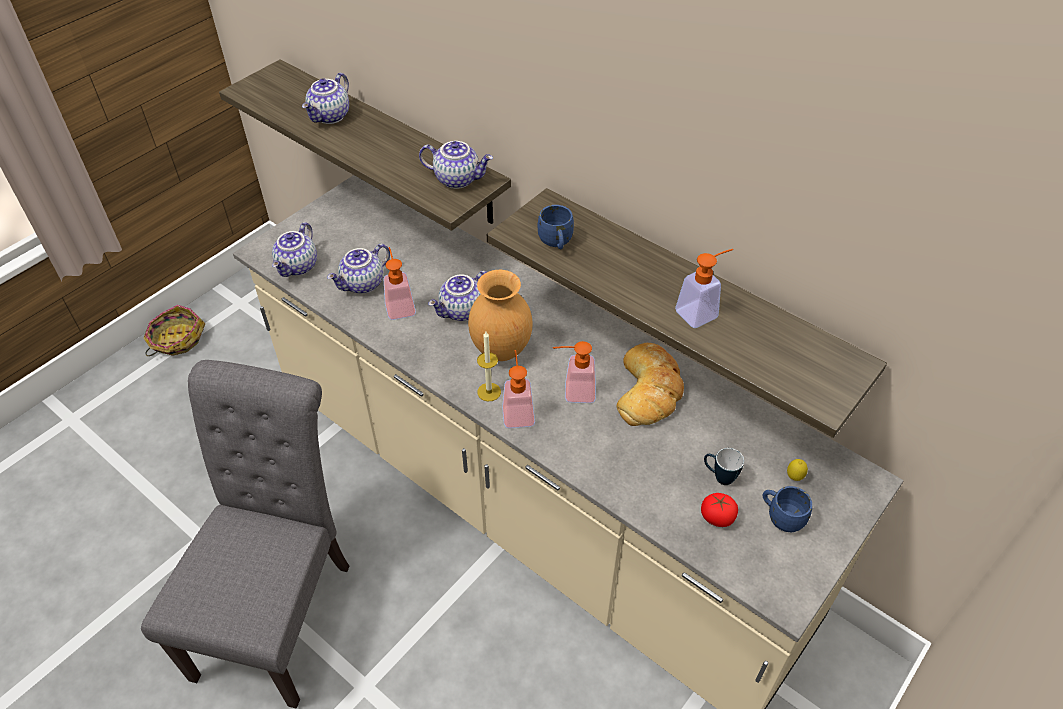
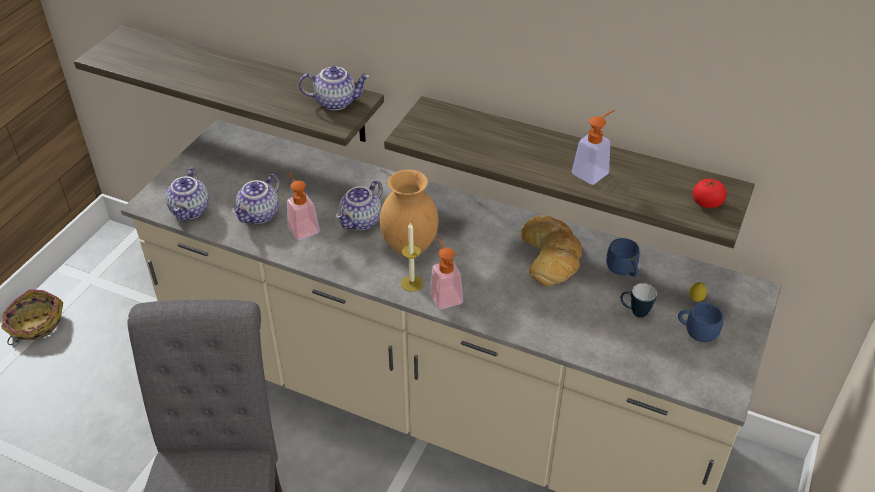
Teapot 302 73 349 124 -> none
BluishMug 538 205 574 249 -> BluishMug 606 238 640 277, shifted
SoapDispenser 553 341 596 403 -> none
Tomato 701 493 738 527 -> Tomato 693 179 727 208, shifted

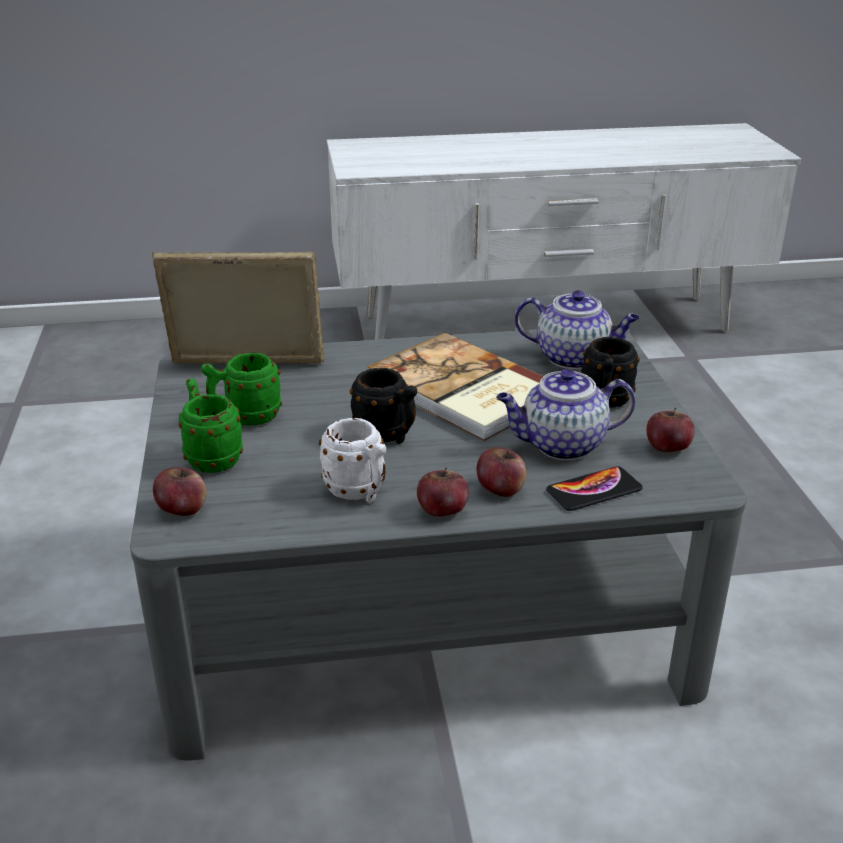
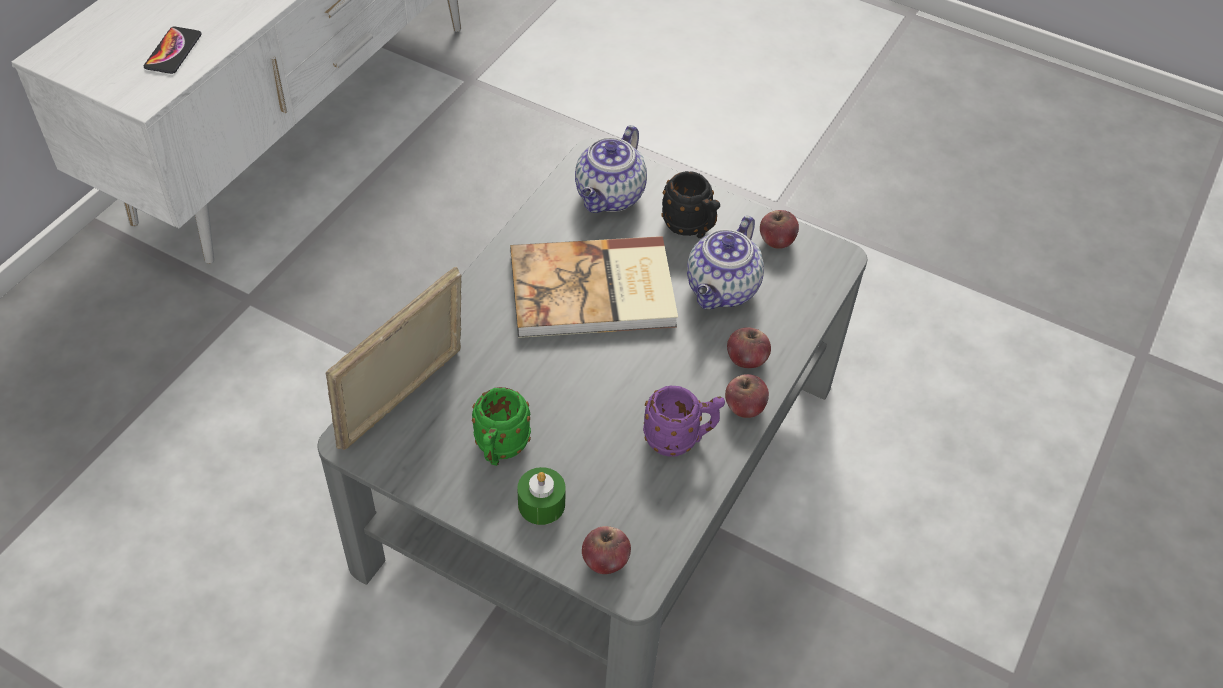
GreenMug 179 378 243 473 -> GreenWaxLight 517 467 566 525
WhiteColouredMug 319 418 386 503 -> PurplishMug 643 386 725 457
BlackColouredMug 350 368 417 444 -> none
Teapot 515 290 640 369 -> Teapot 575 125 647 213, 150 degrees clockwise
Phone 546 466 643 511 -> Phone 144 26 202 74, shifted

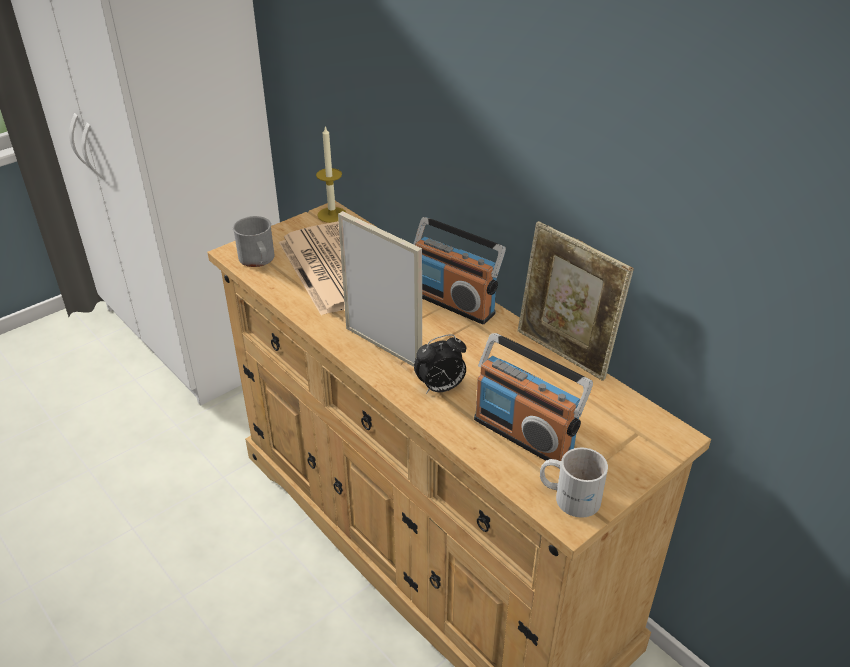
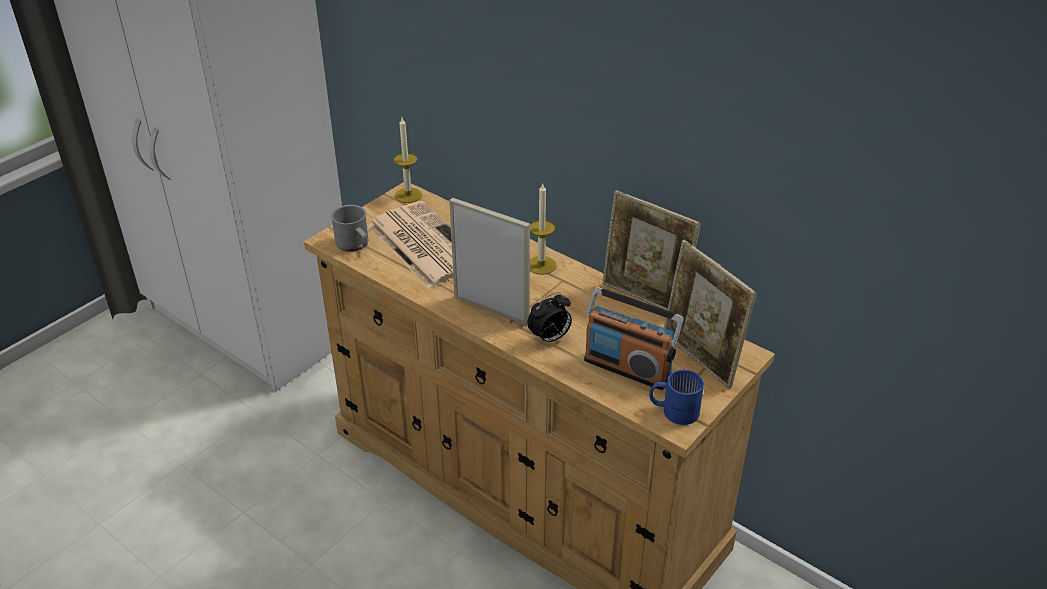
RadioReceiver 413 217 506 324 -> WaxLight 530 184 557 275
WhiteColouredMug 540 448 608 518 -> BluishMug 650 370 704 425
none -> PhotoFrame 664 240 757 389

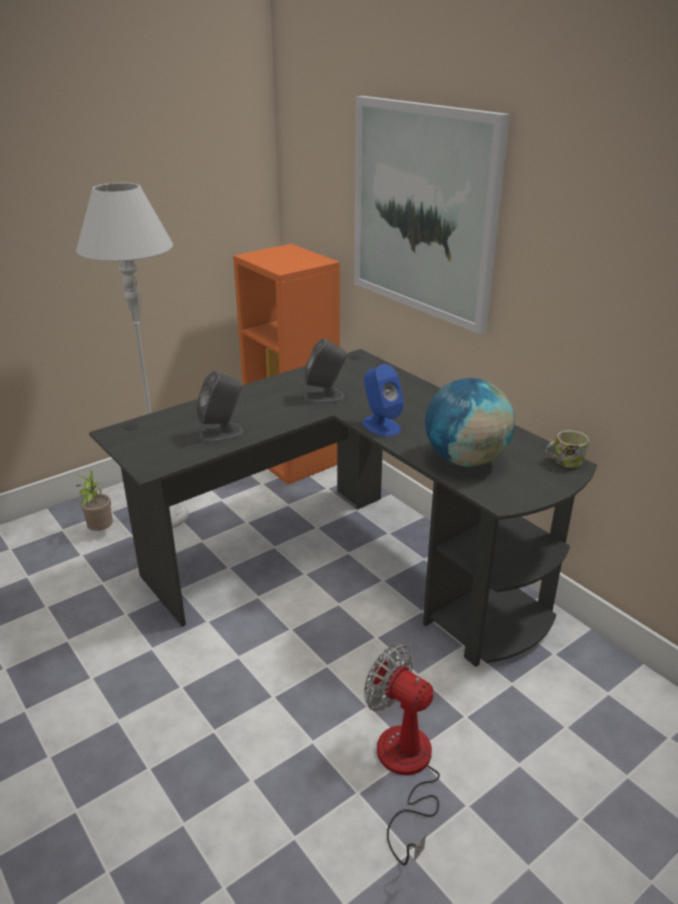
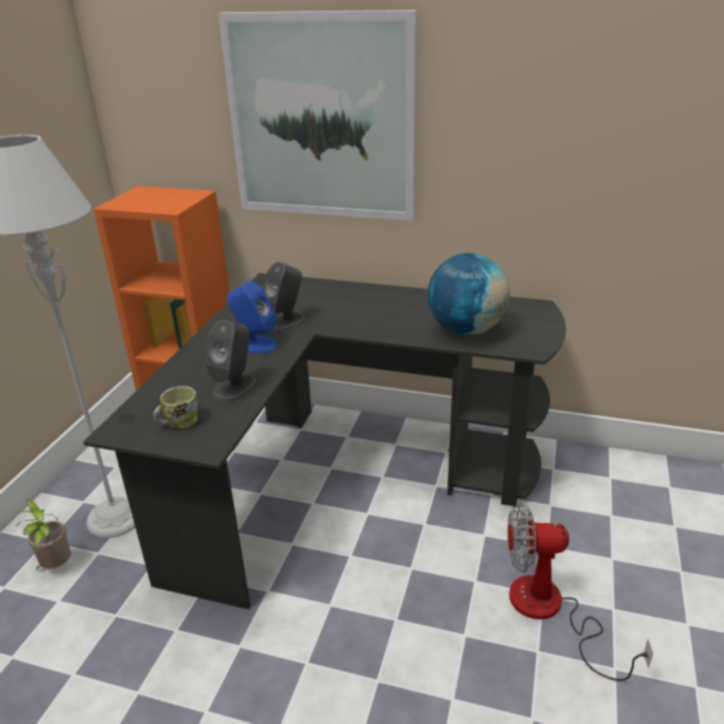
BluishSpeaker 362 364 404 437 -> BluishSpeaker 227 281 278 353, shifted
Mug 546 430 589 468 -> Mug 153 386 198 429, shifted

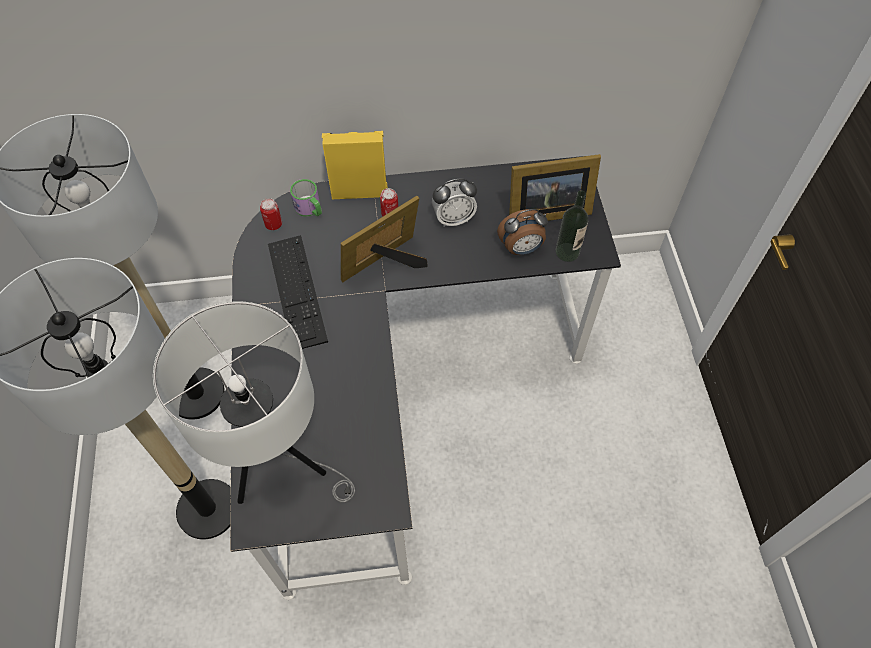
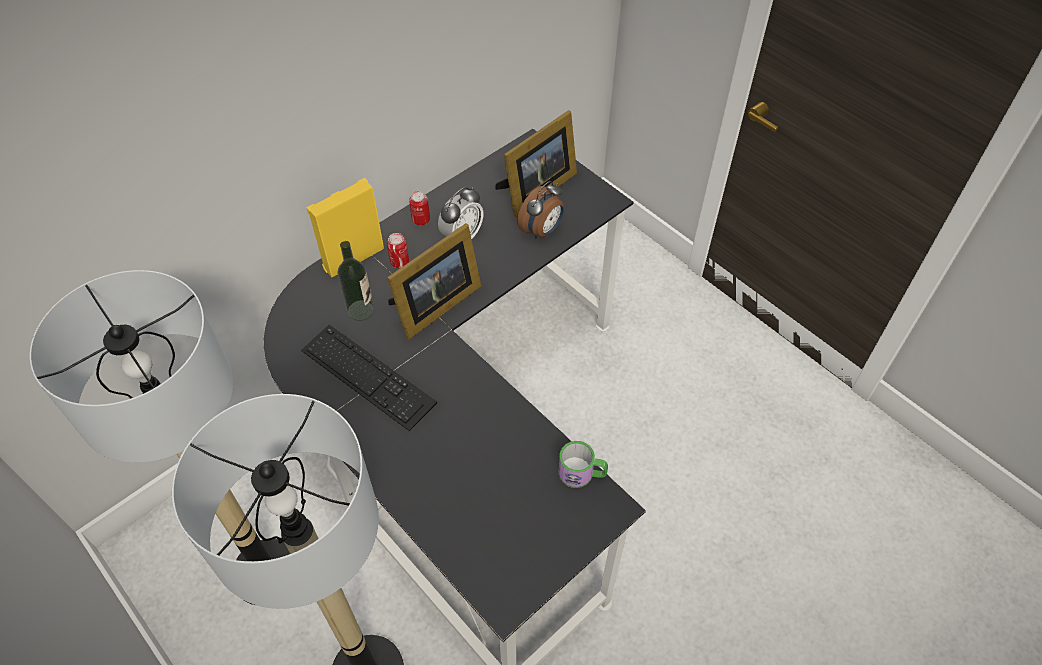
WhiteColouredTableLamp 153 301 355 504 -> none
Can 260 198 282 230 -> Can 409 191 430 225, shifted
Mug 290 179 322 217 -> Mug 558 441 608 488, shifted
PhotoFrame 341 196 428 282 -> PhotoFrame 387 223 481 340, 150 degrees counterclockwise
DrinkBottle 556 190 588 262 -> DrinkBottle 337 241 374 321, shifted

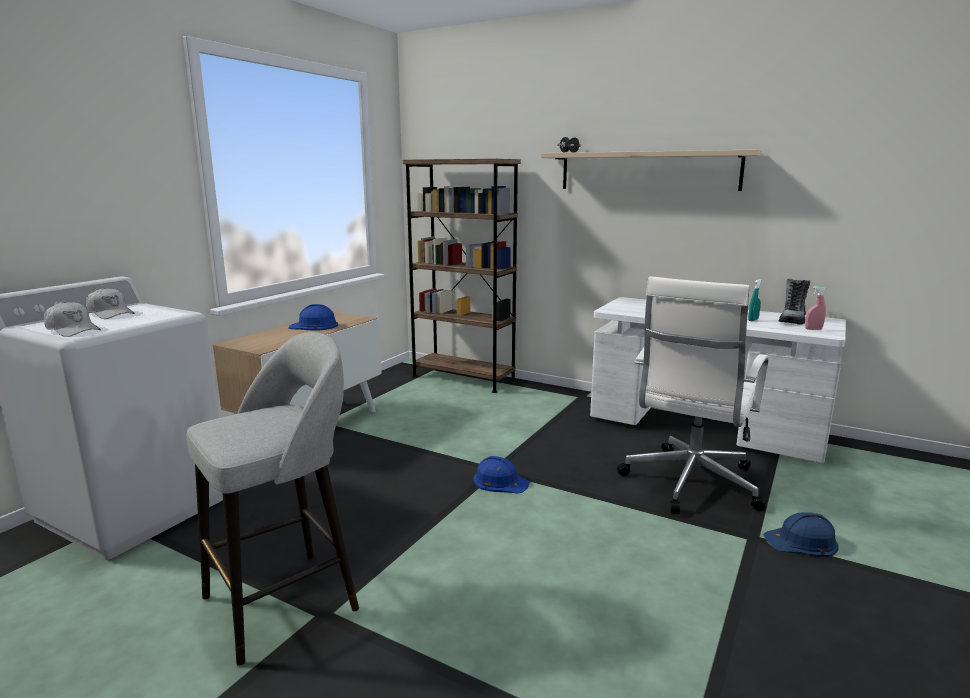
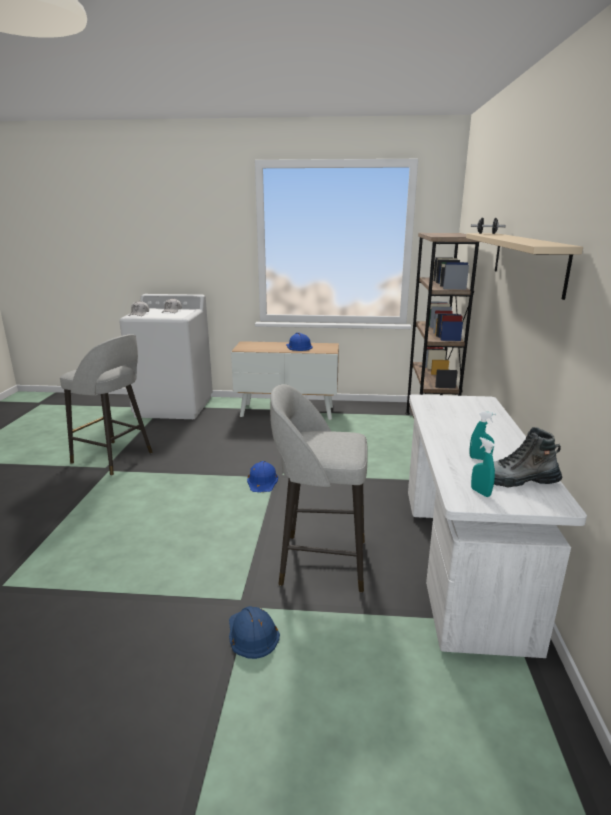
WhiteColouredDeskChair 617 276 769 514 -> GreySittingStool 270 384 368 592
PinkSprayBottle 805 286 826 330 -> TurquoiseSprayBottle 471 437 495 497

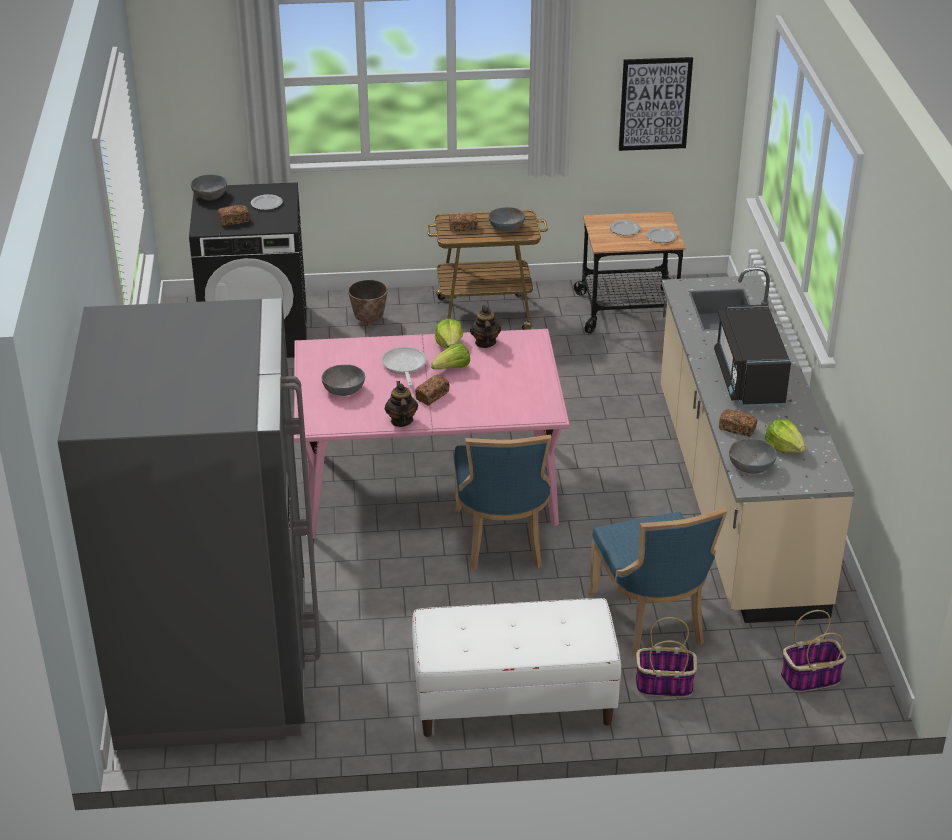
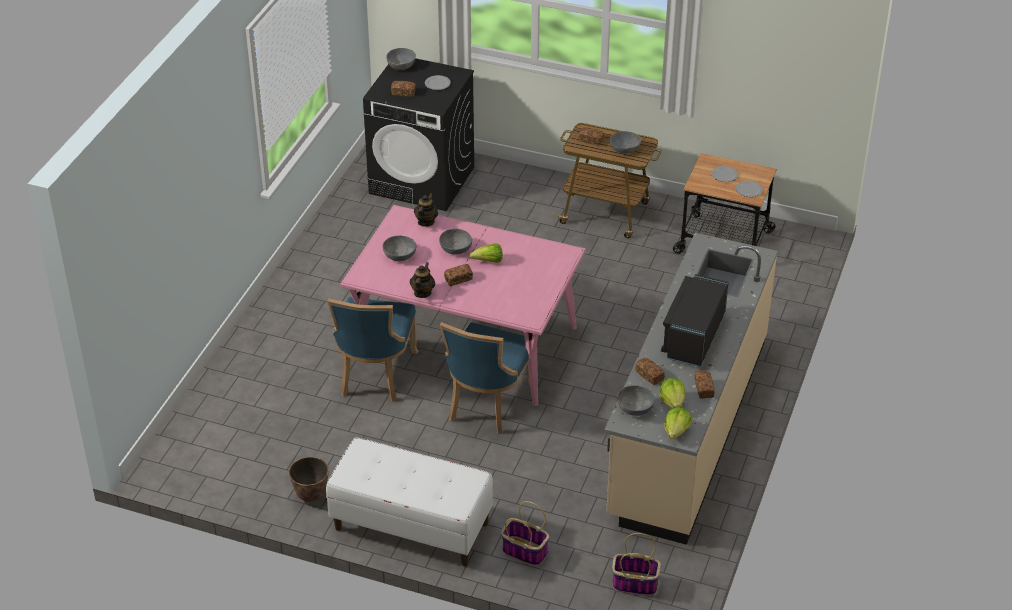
GreyKitchenFridge 57 298 321 750 -> none
FlowerPot 348 280 388 326 -> FlowerPot 289 457 329 504, shifted
FryingPan 381 347 426 386 -> GreyServingBowl 439 229 472 254
LettuceHead 435 319 463 349 -> LettuceHead 664 407 692 439, shifted
Teapot 470 305 501 348 -> Teapot 414 193 438 227, shifted
BluishChair 588 507 727 658 -> BluishChair 328 297 418 402, shifted
WallArt 619 57 693 151 -> none
none -> BakedBread 694 370 715 399

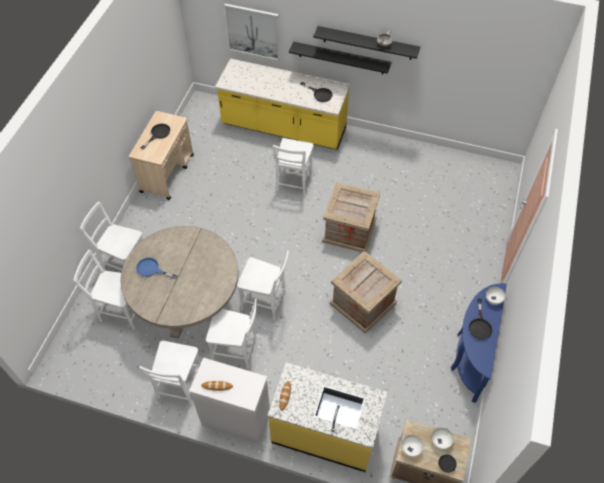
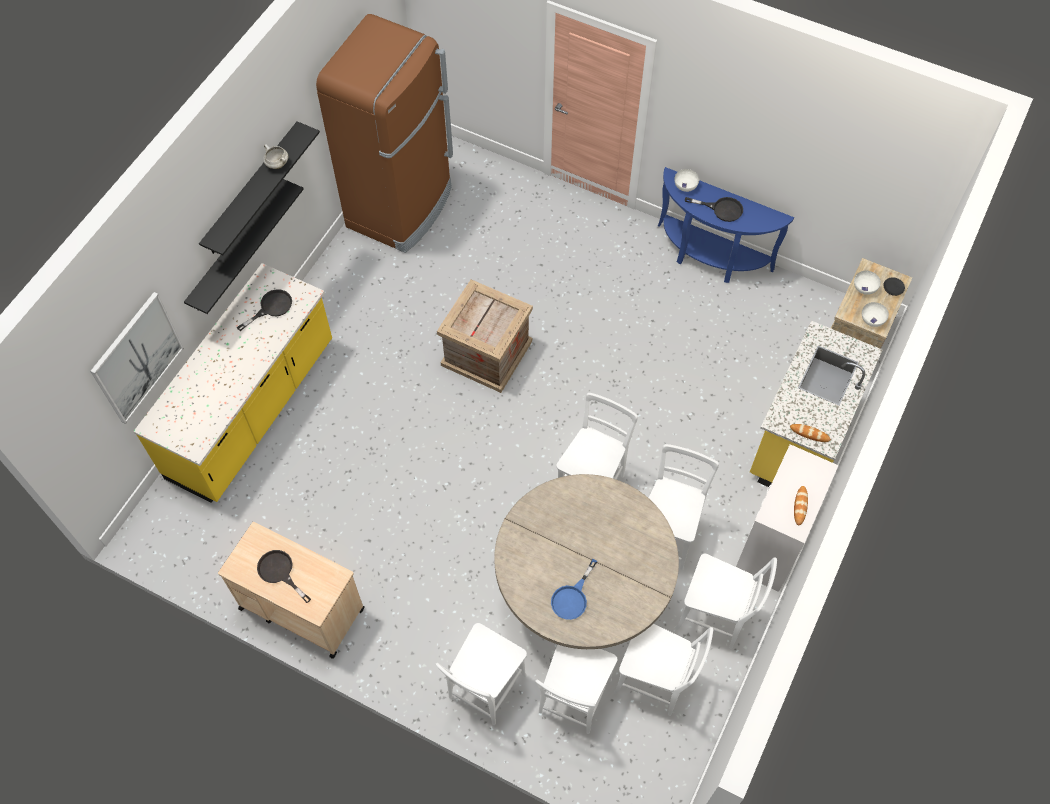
WhiteColouredChair 272 138 314 196 -> WhiteColouredChair 614 623 713 716, shifted
Crate 330 251 402 334 -> none
none -> BrownishKitchenFridge 316 14 453 253

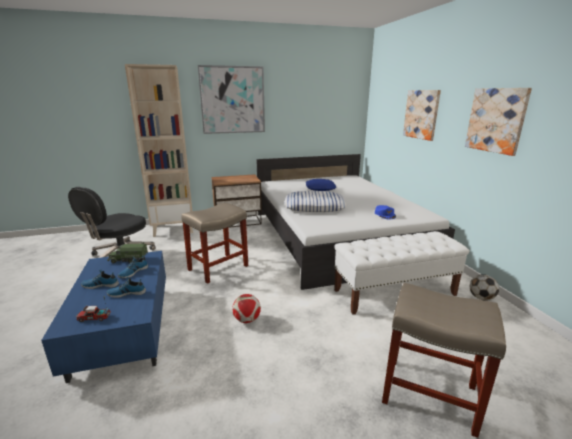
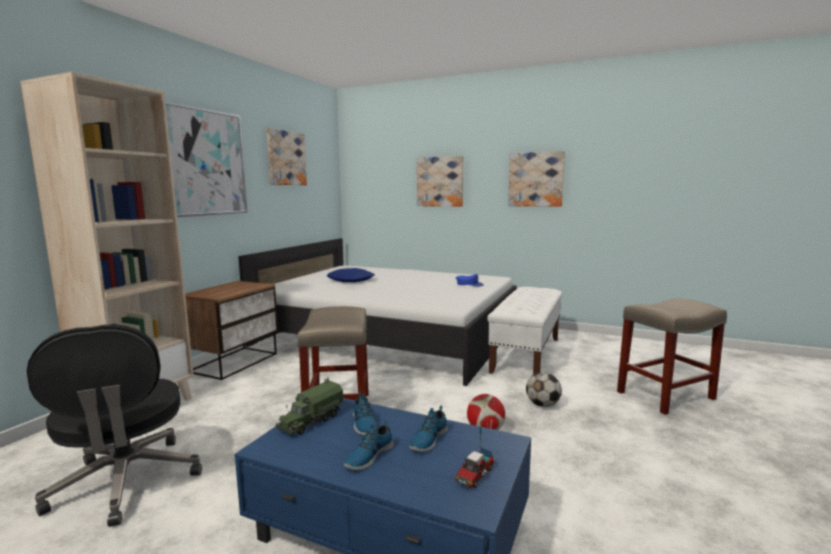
Cushion 285 191 346 212 -> none
Football 470 274 499 301 -> Football 526 372 562 407, shifted
none -> WallArt 266 128 307 185

